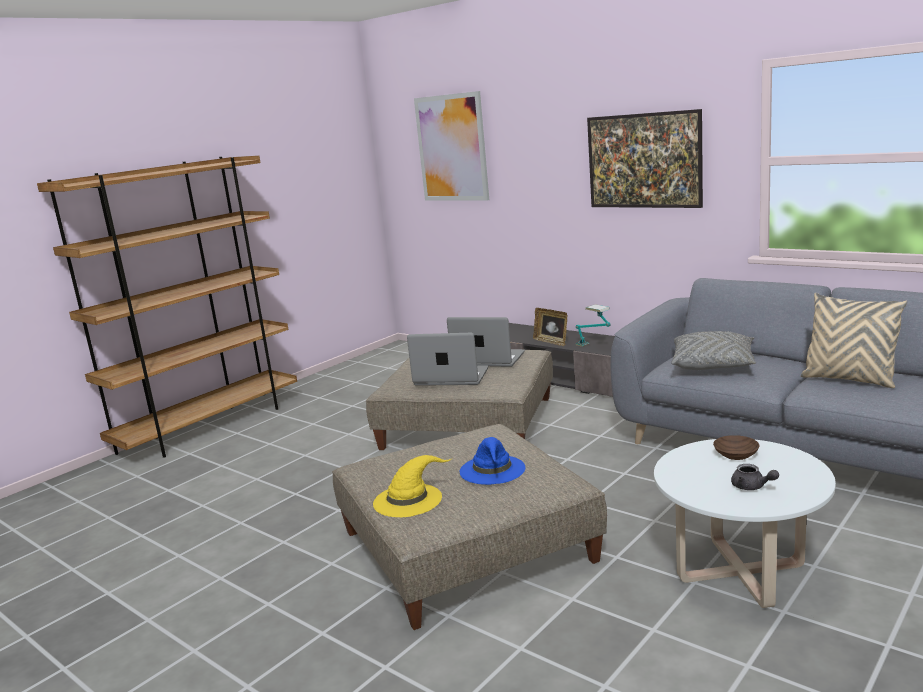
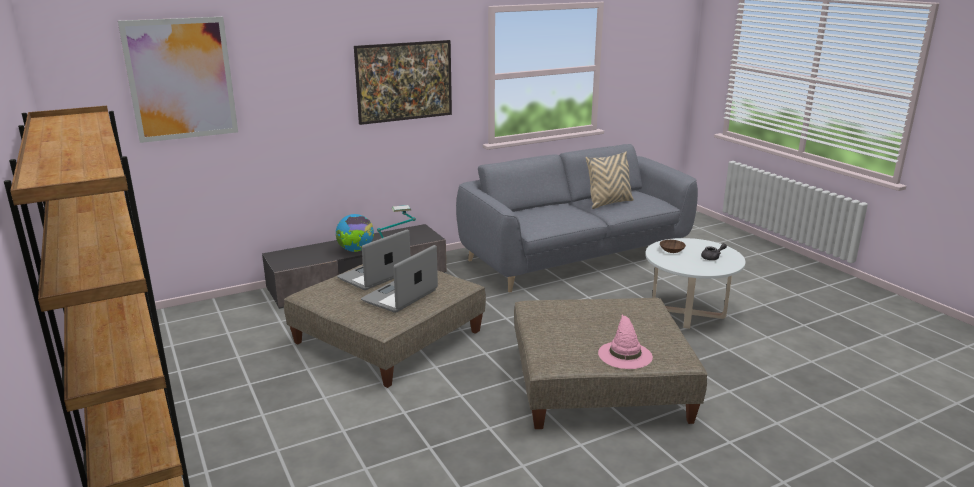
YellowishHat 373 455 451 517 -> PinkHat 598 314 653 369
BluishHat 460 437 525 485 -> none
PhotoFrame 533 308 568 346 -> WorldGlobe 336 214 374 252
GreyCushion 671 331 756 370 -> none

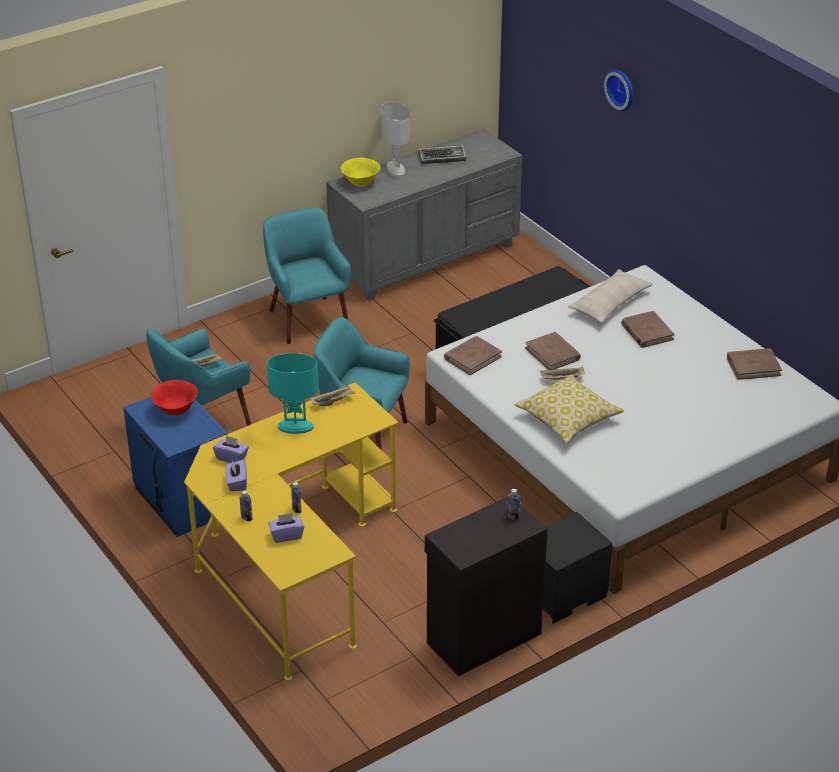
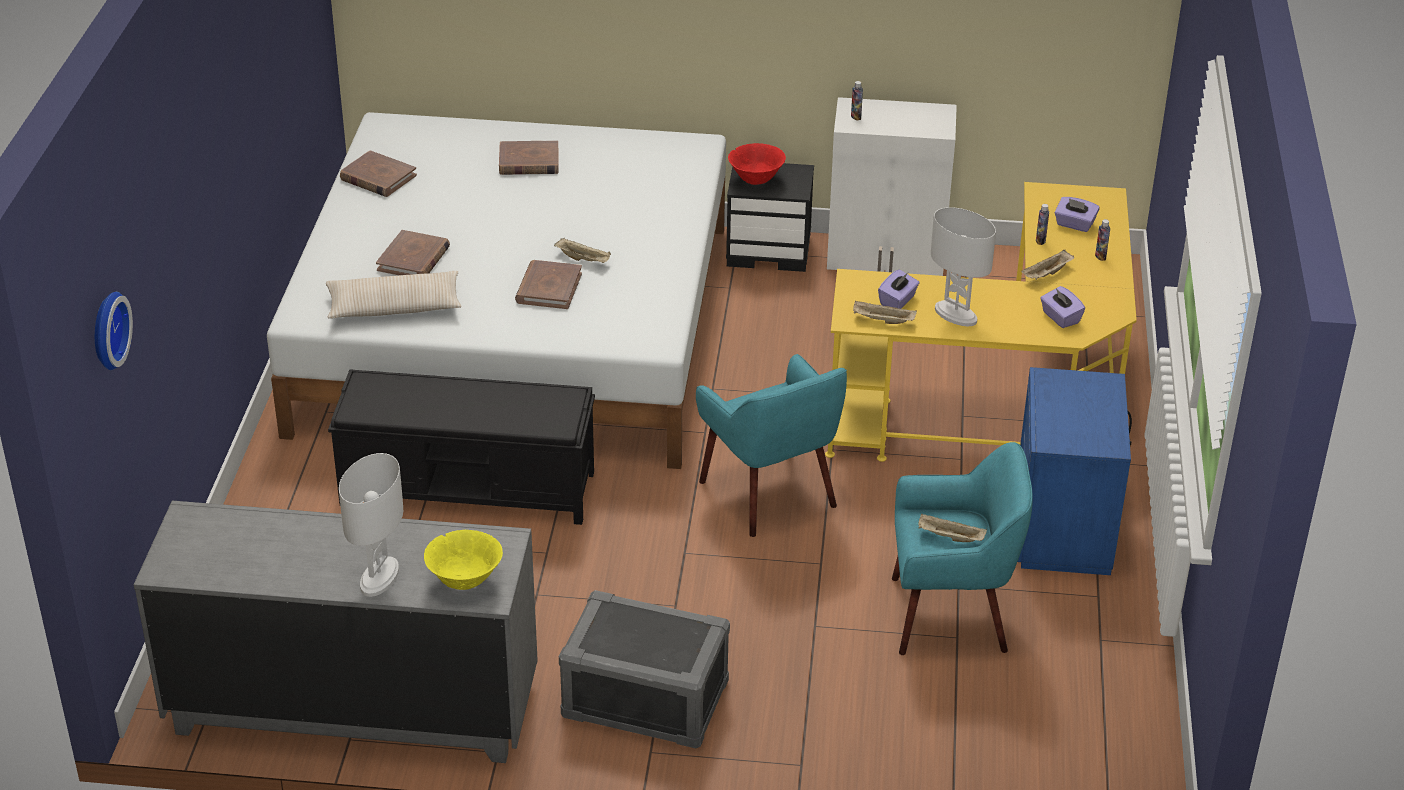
RedServingBowl 151 380 198 416 -> RedServingBowl 728 143 786 185, shifted
PurplishBoxOfTissues 225 459 247 491 -> PurplishBoxOfTissues 878 270 919 309, shifted
TurquoiseEasyChair 263 208 351 344 -> GreyStorageContainer 559 590 730 748
TurquoiseTableLamp 267 353 319 434 -> WhiteColouredTableLamp 931 207 996 326
ComputerKeyboard 418 146 466 164 -> none
BlackColouredStorageCabinet 425 497 548 677 -> WhiteColouredStorageCabinet 827 97 957 276
BrownishBoundBook 444 336 502 375 -> BrownishBoundBook 499 140 558 175, shifted
Cushion 514 375 624 443 -> none
HangingClock 604 69 634 111 -> HangingClock 95 292 133 370, shifted
none -> SandColouredCarryingTray 1021 249 1074 280

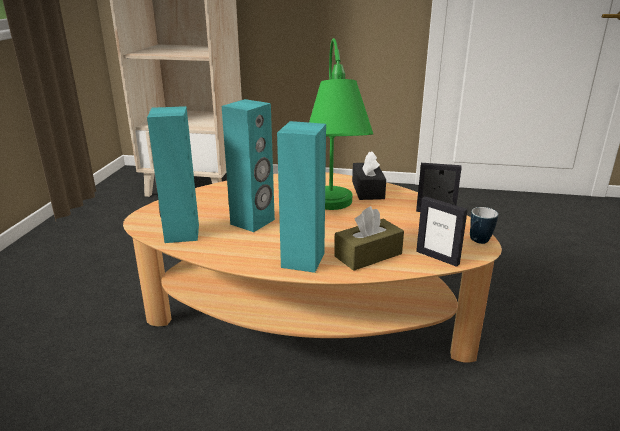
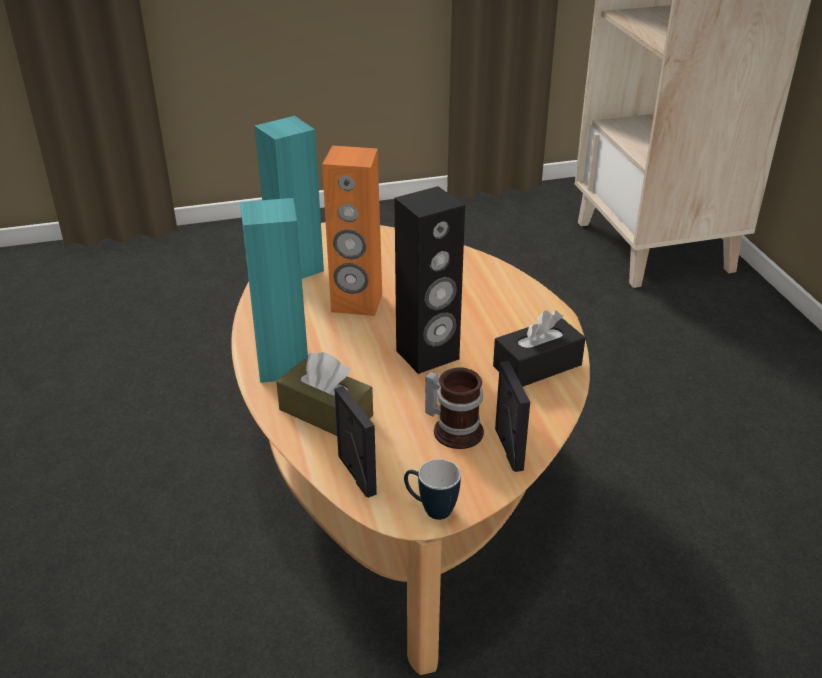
TurquoiseSpeaker 222 99 275 232 -> OrangeColouredSpeaker 322 145 382 316
GreenTableLamp 309 38 373 210 -> BlackColouredSpeaker 395 186 465 374
PhotoFrame 416 196 468 267 -> PhotoFrame 335 386 377 498, 135 degrees clockwise
none -> Mug 425 367 484 449

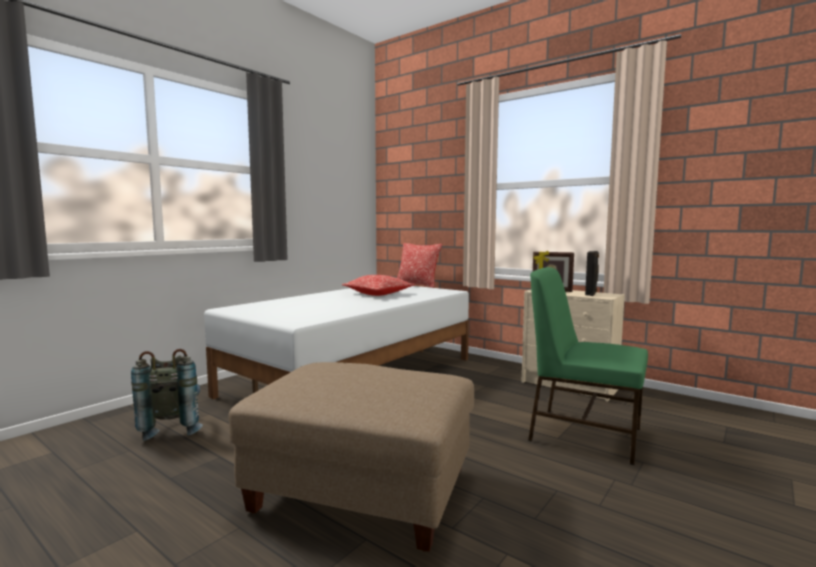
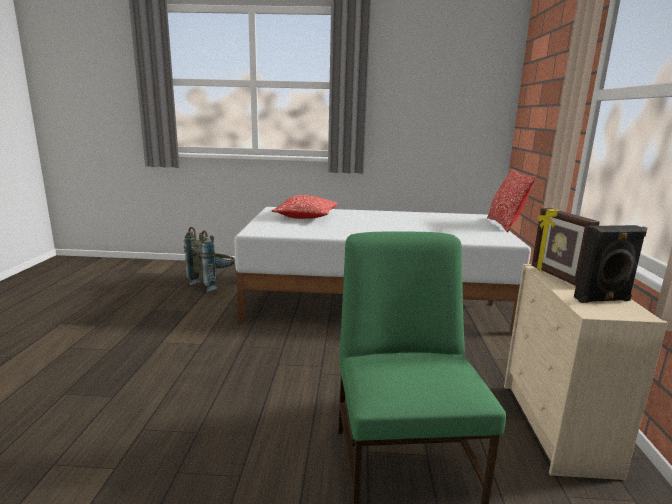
SandColouredOttoman 228 362 474 552 -> none
Cushion 342 275 415 296 -> Cushion 272 195 338 219, shifted

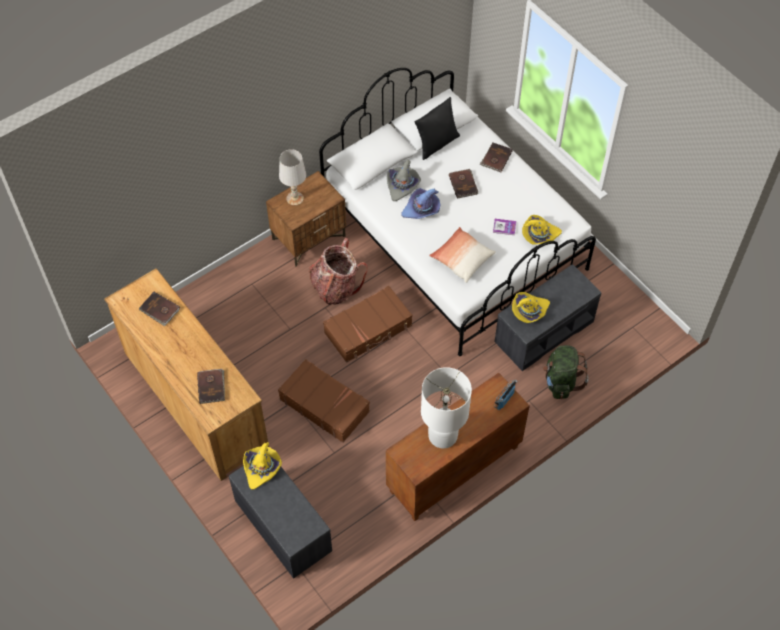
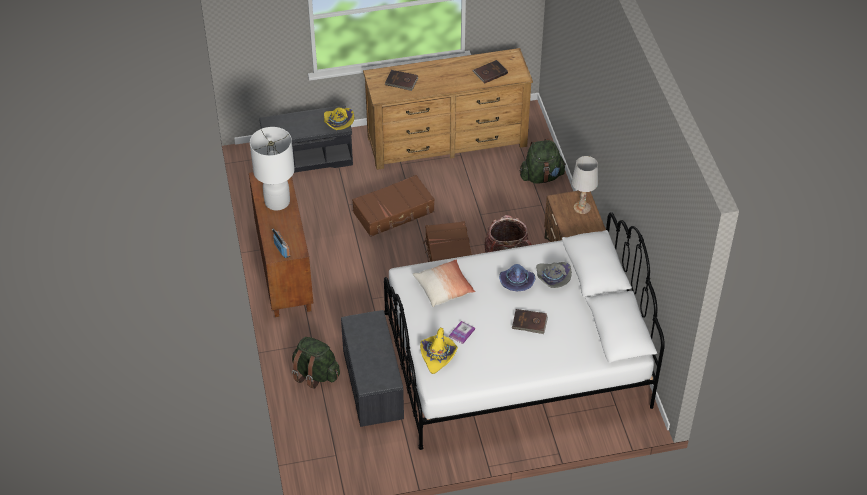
BlackColouredCushion 414 97 460 160 -> none
BrownishBoundBook 480 143 513 172 -> none
YellowishHat 512 292 550 323 -> none
none -> GreenBackpack 520 139 566 184

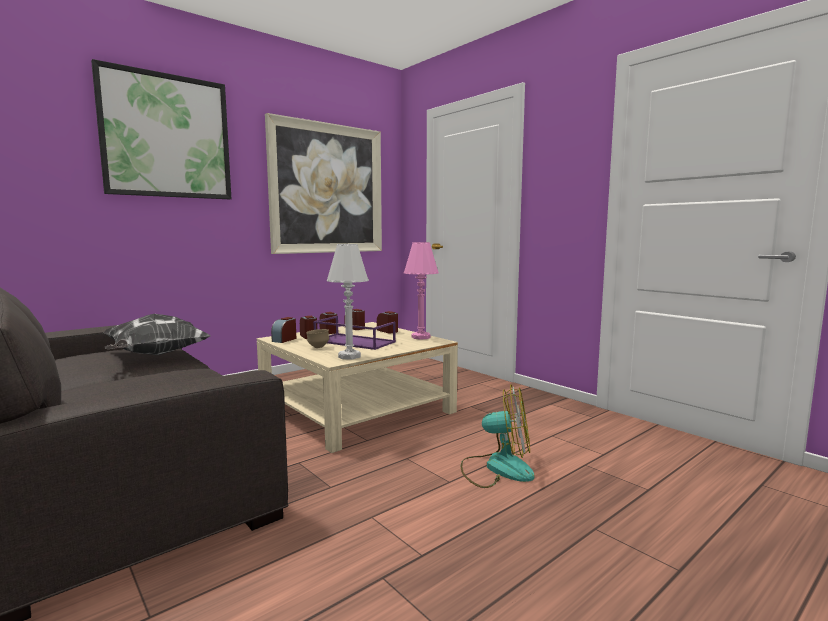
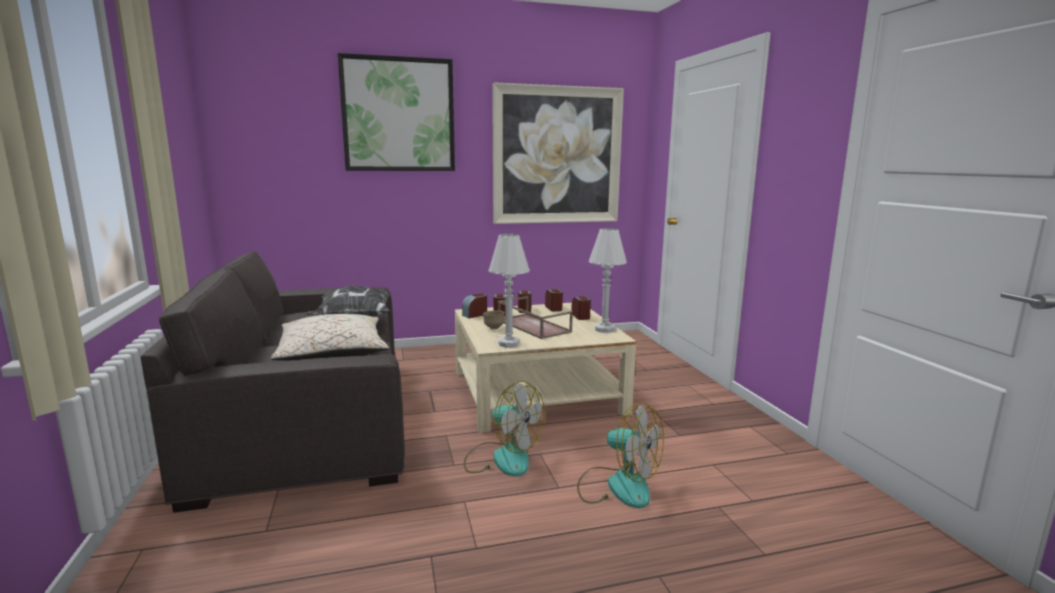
PurplishCarryingTray 313 316 396 350 -> BrownishCarryingTray 498 296 573 339
PinkTableLamp 404 242 439 340 -> WhiteColouredTableLamp 589 228 627 333
none -> SandColouredCushion 271 314 389 361
none -> CoolingFan 464 381 545 477

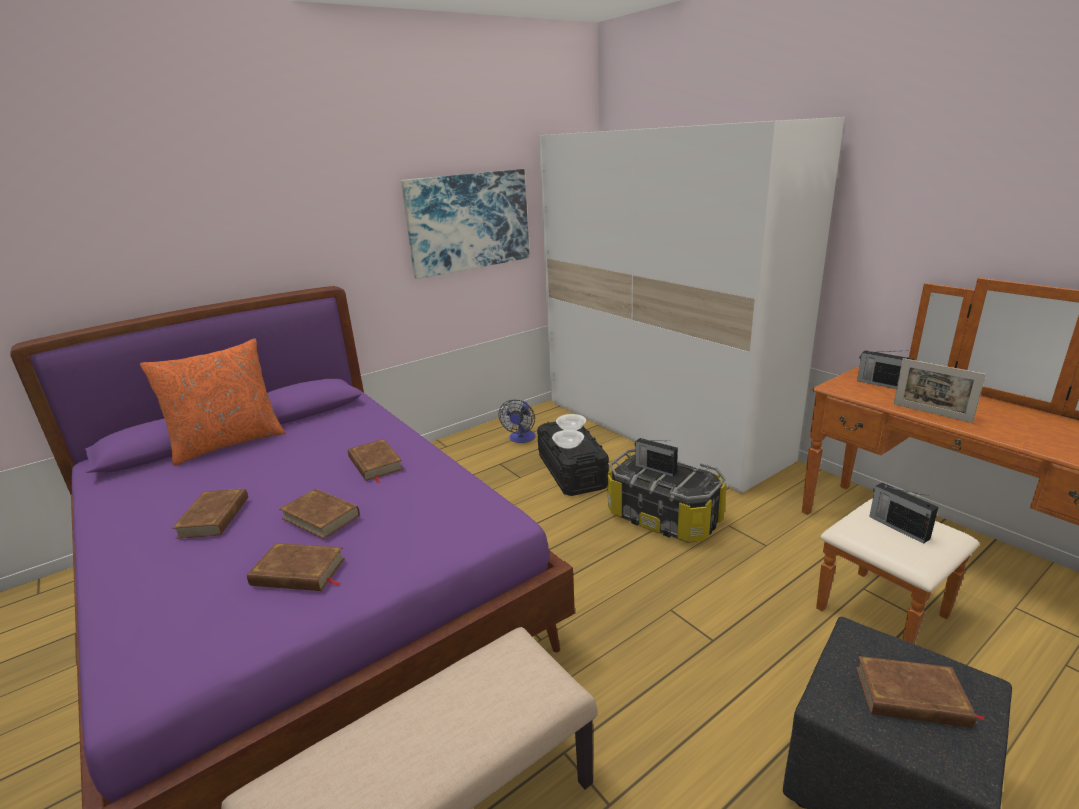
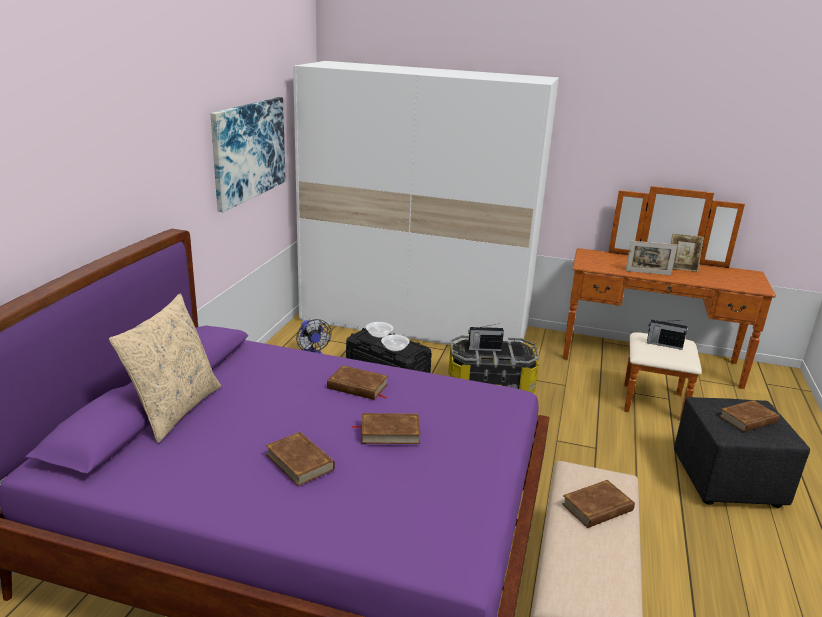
OrangeColouredCushion 140 339 286 466 -> SandColouredCushion 109 294 221 443
BrownishBoundBook 247 543 345 591 -> BrownishBoundBook 562 480 635 528, shifted
RadioReceiver 857 350 915 389 -> none
none -> PhotoFrame 671 233 704 272

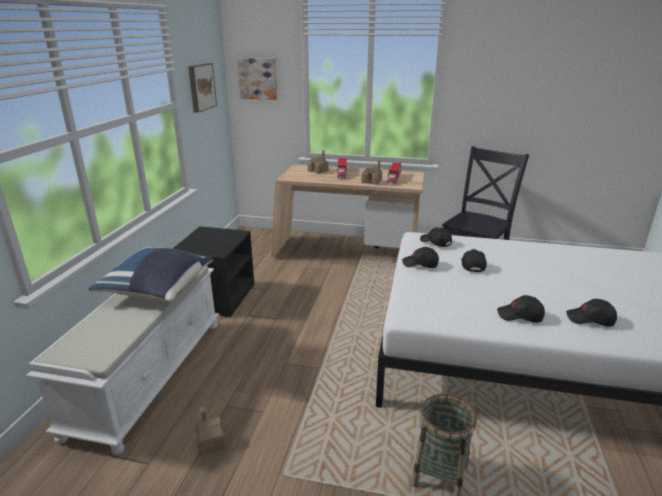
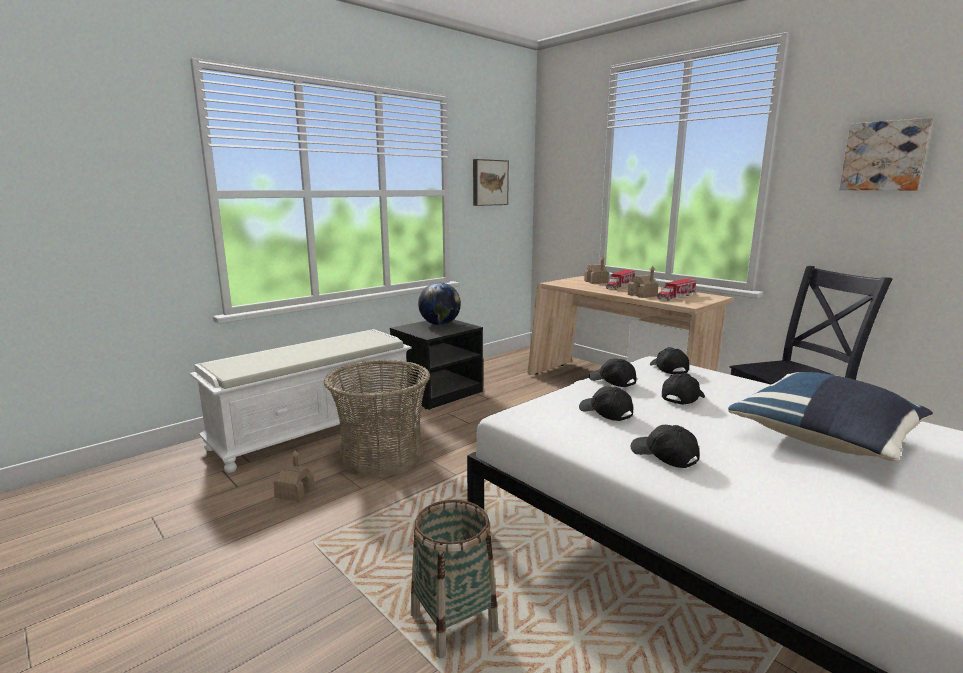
BluishCushion 88 247 213 301 -> BluishCushion 728 372 933 461, shifted
WallArt 237 58 277 100 -> WallArt 839 118 933 190, shifted
BlackColouredPeakedCap 566 299 617 327 -> BlackColouredPeakedCap 579 386 633 421, shifted
none -> StorageBasket 324 360 430 477
none -> WorldGlobe 418 282 461 325

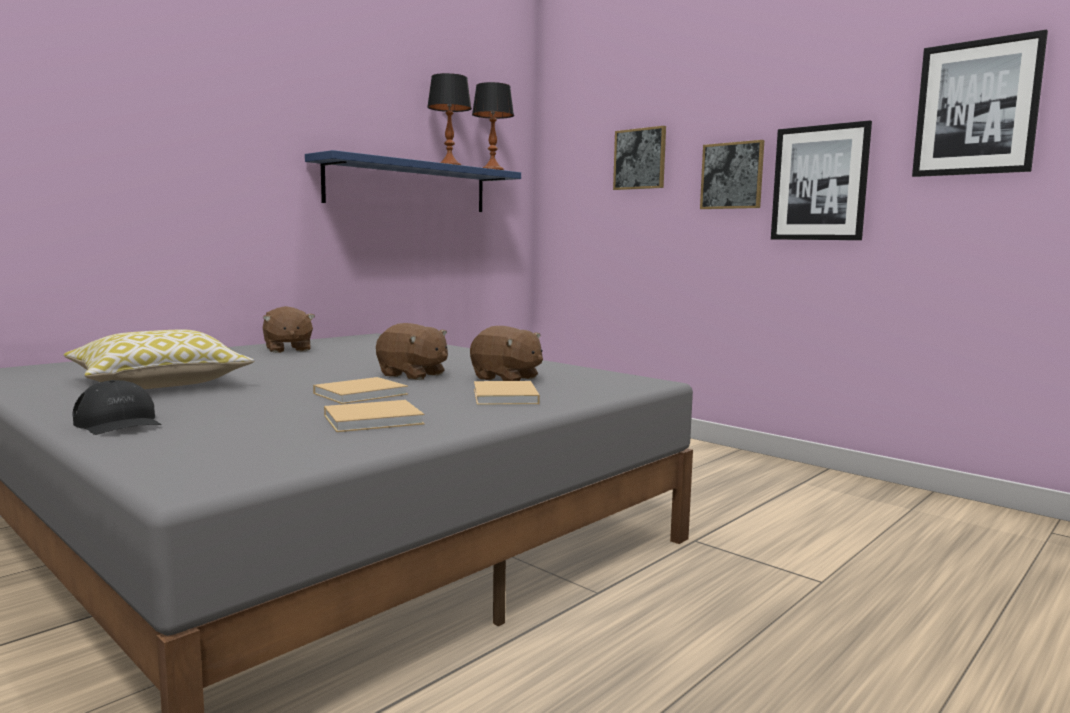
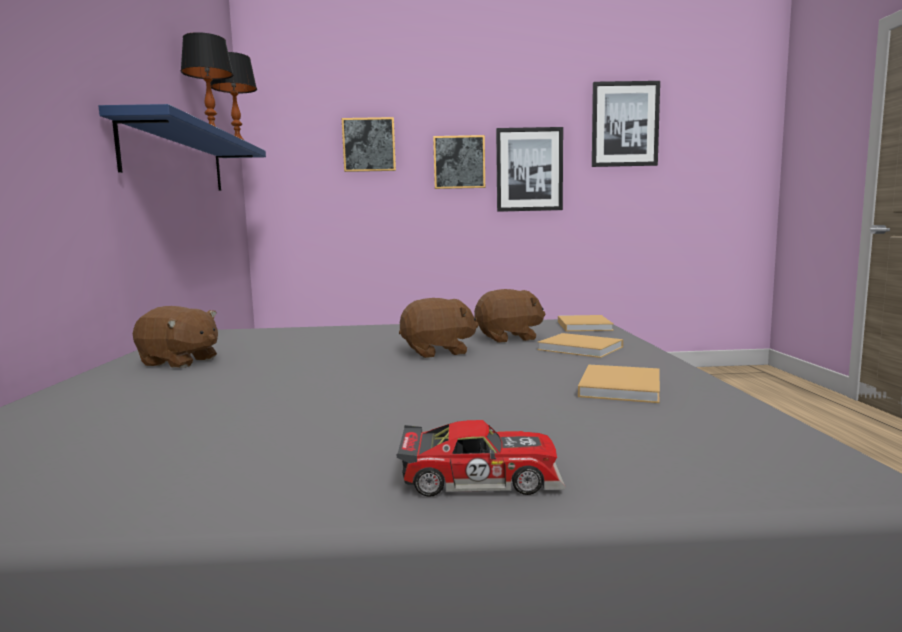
Cushion 63 329 254 389 -> none
BlackColouredPeakedCap 72 380 162 435 -> ModelCar 397 420 566 497
SandColouredBoundBook 313 377 408 404 -> SandColouredBoundBook 558 315 614 331, shifted

